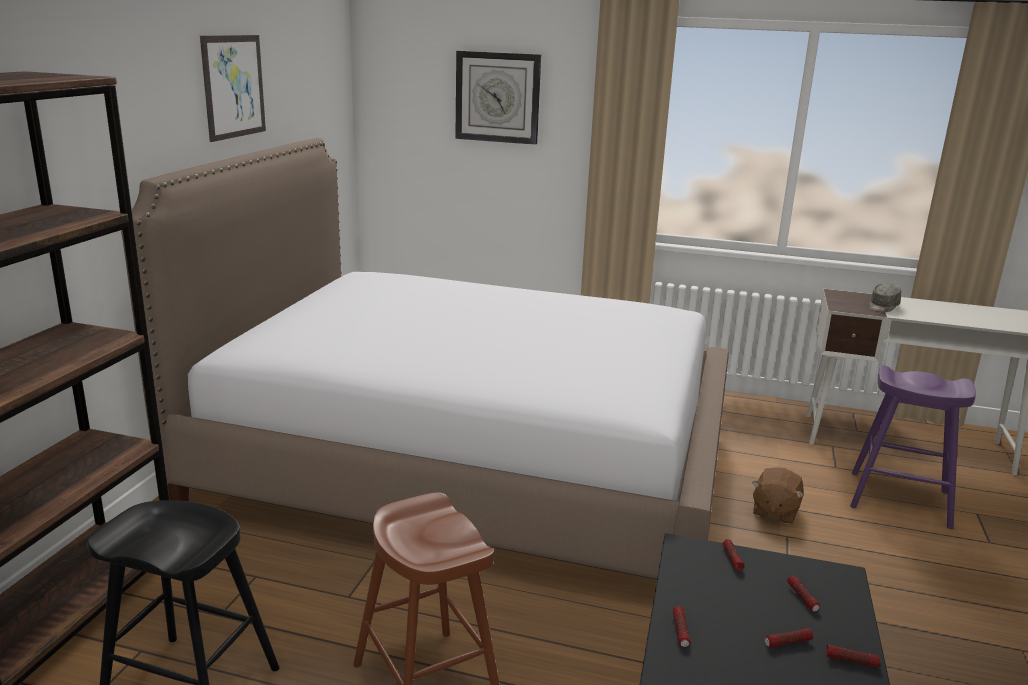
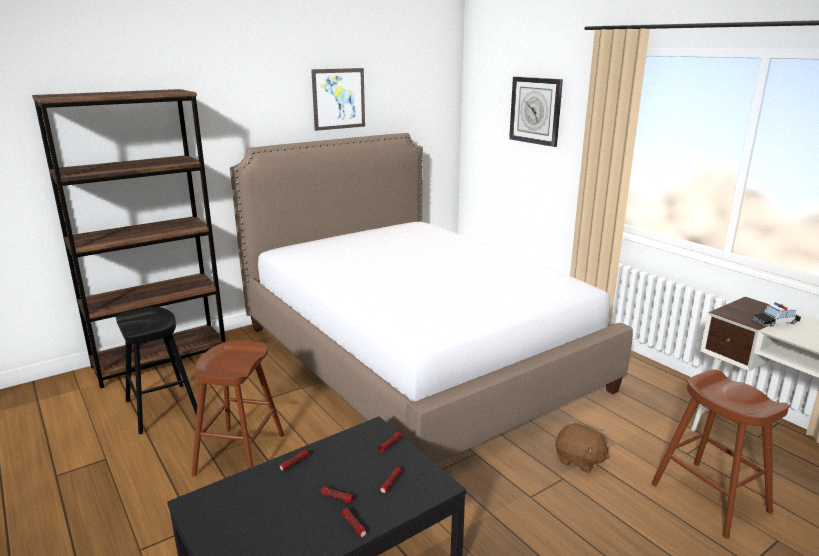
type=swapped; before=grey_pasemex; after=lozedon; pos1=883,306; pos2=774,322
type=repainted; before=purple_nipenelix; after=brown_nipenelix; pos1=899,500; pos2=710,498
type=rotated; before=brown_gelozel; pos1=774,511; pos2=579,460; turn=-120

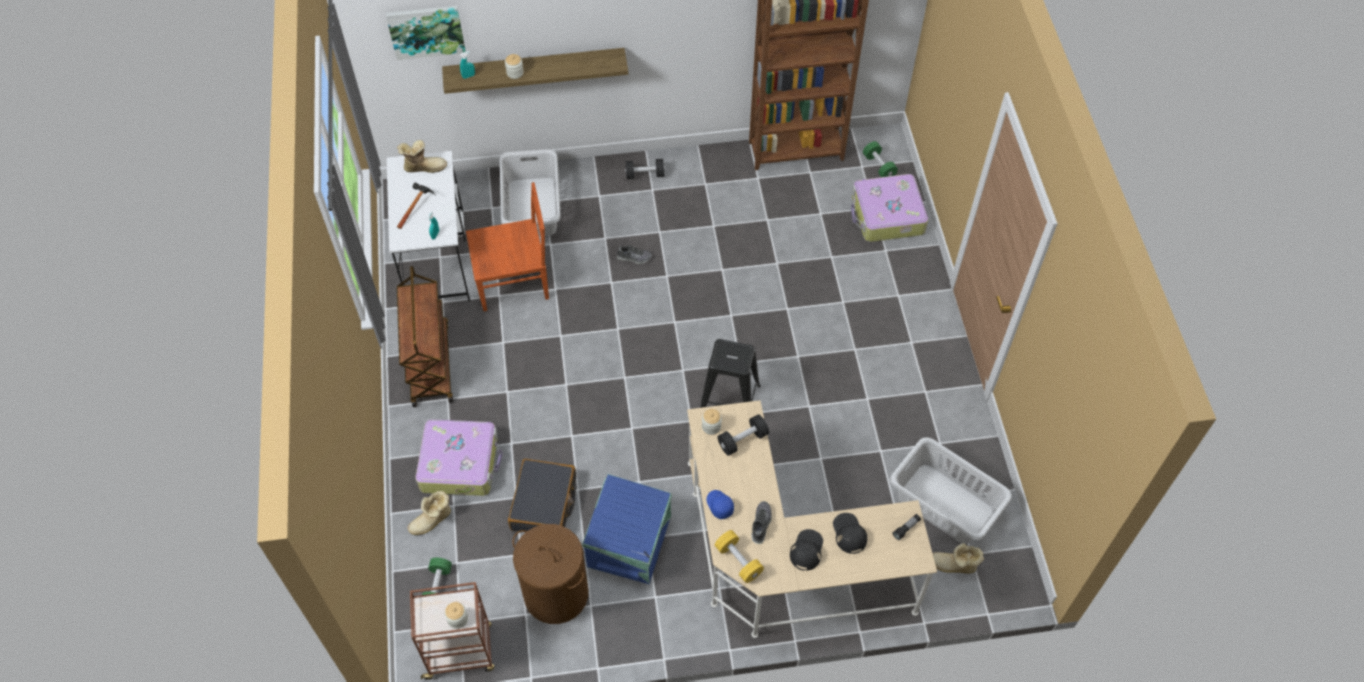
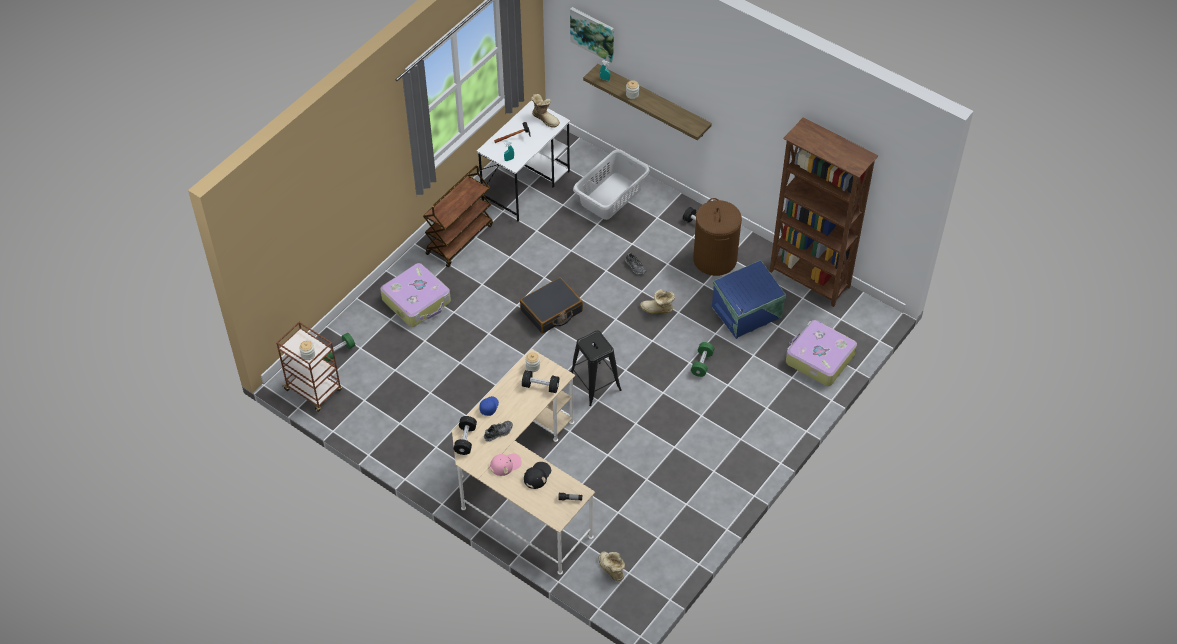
type=gone; before=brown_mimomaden; pos1=514,282
type=gone; before=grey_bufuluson; pos1=944,505
type=shifted; before=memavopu; pos1=432,521; pos2=657,310
type=shifted; before=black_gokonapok; pos1=544,503; pos2=551,311
type=shifted; before=brown_bufuluson; pos1=555,594; pos2=714,259
type=shifted; before=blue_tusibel; pos1=631,541; pos2=747,312
type=shifted; before=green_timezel; pos1=879,166; pos2=702,364
type=repainted; before=yellow_timezel; after=black_timezel; pos1=738,561; pos2=465,440
type=repainted; before=black_pasemex; after=pink_pasemex; pos1=806,550; pos2=505,464

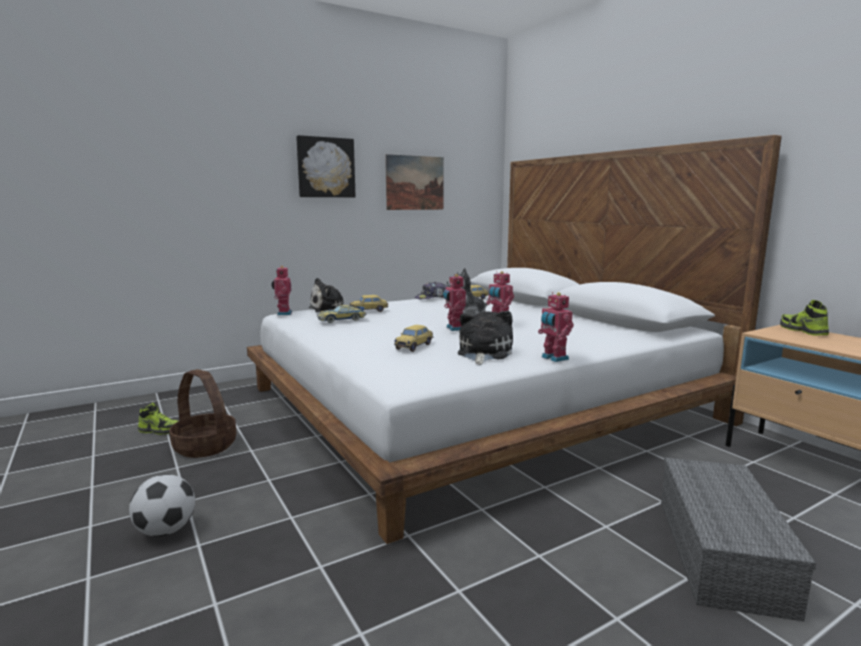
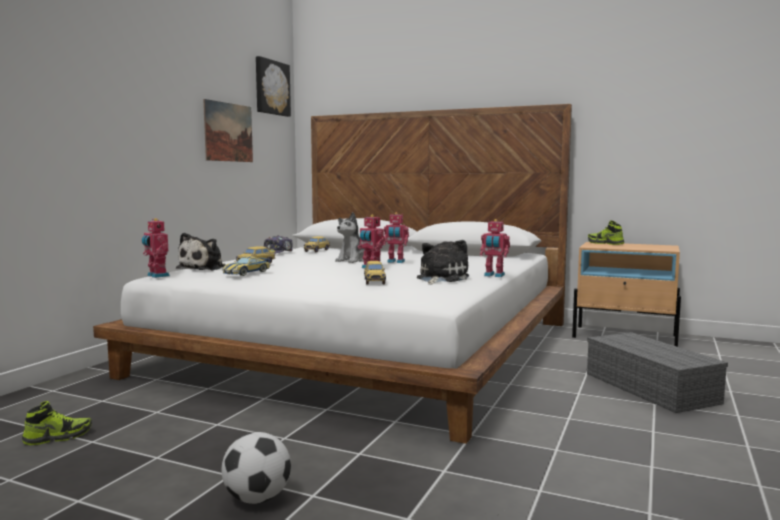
type=gone; before=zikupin; pos1=204,446
type=shifted; before=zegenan; pos1=325,167; pos2=271,87
type=rotated; before=gelozel; pos1=483,353; pos2=440,278; turn=45

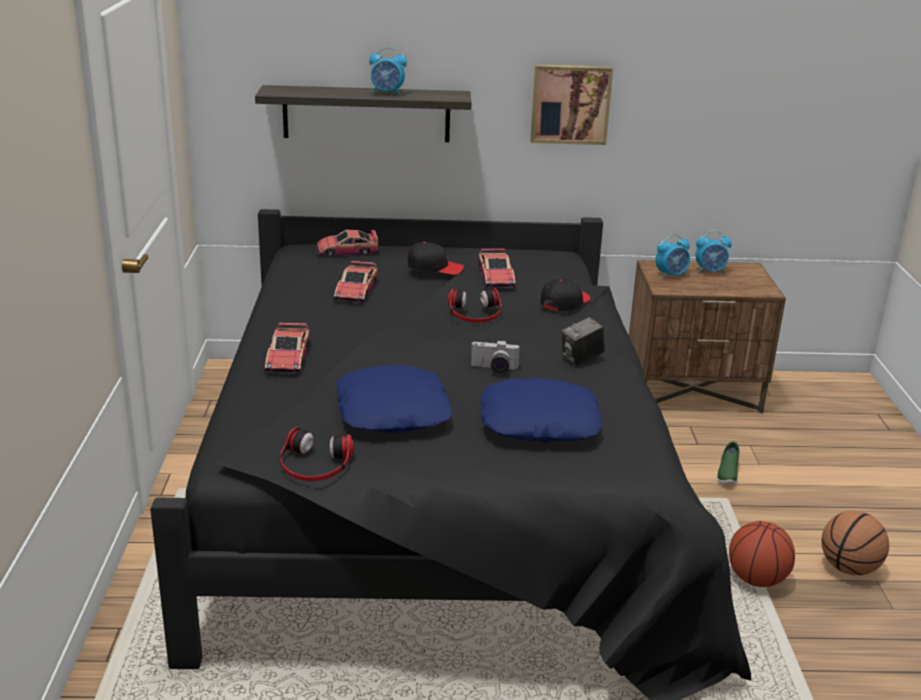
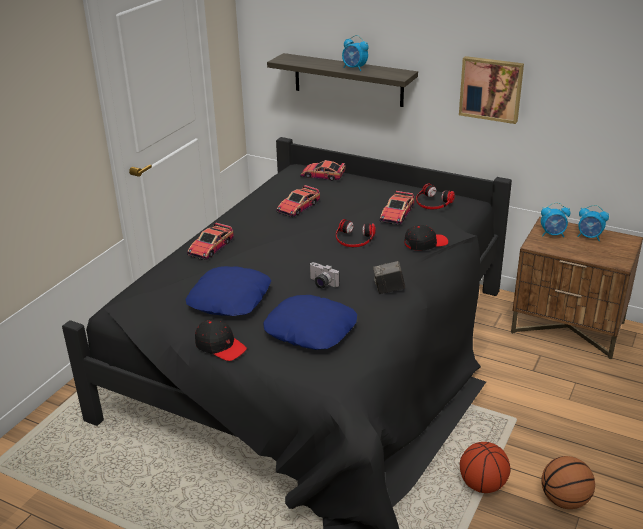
type=gone; before=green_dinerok; pos1=727,474
type=shifted; before=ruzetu; pos1=314,463; pos2=433,202
type=shifted; before=black_pasemex; pos1=434,267; pos2=220,346

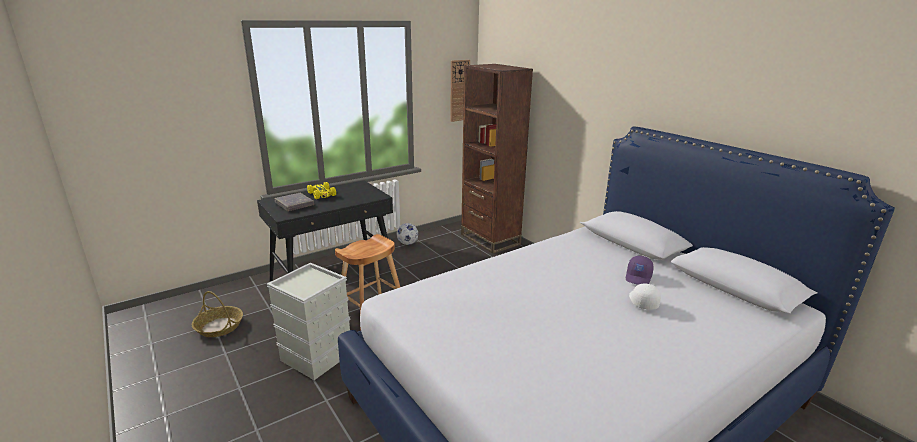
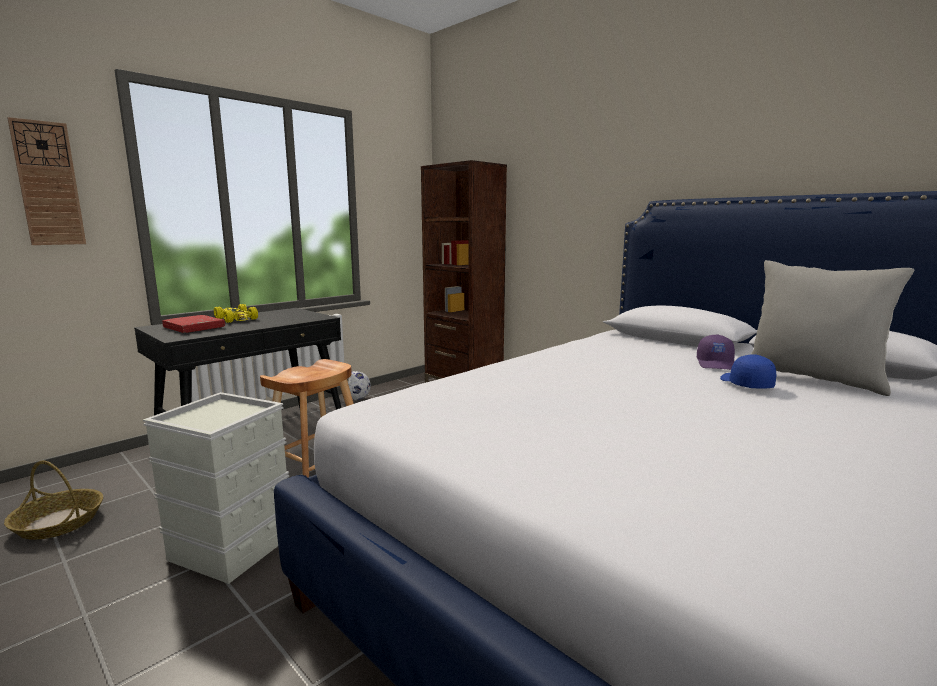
type=new; after=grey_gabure; pos2=813,379
type=shifted; before=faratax; pos1=459,90; pos2=48,184
type=repainted; before=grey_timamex; after=red_timamex; pos1=294,204; pos2=194,328
type=repainted; before=white_pasemex; after=blue_pasemex; pos1=642,301; pos2=745,384

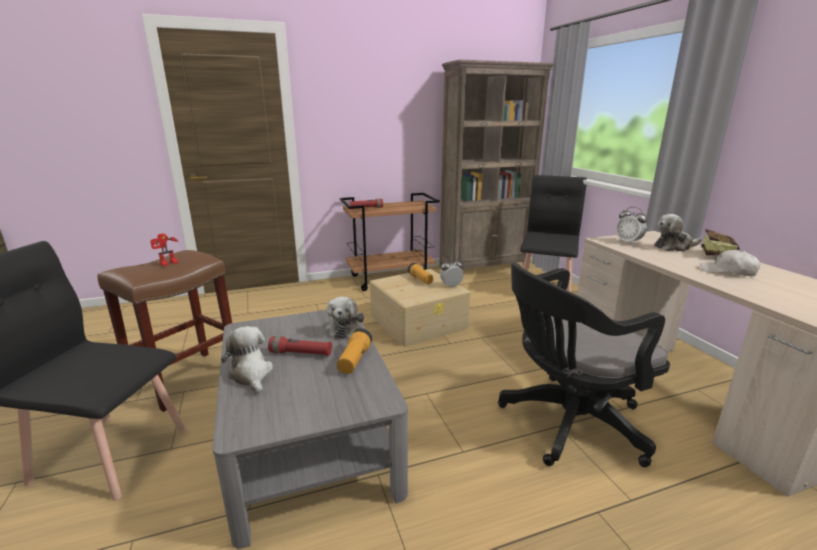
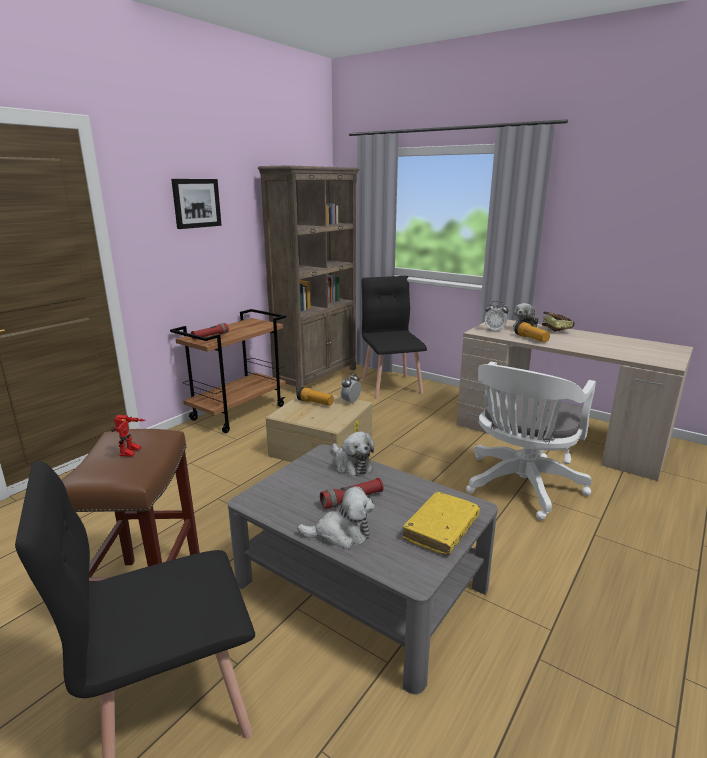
type=gone; before=white_pasemex; pos1=727,271
type=new; after=zegenan; pos2=196,203
type=new; after=yellow_timamex; pos2=441,529
type=shifted; before=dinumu; pos1=354,360; pos2=531,339
type=repainted; before=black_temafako; after=white_temafako; pos1=566,423; pos2=520,487
type=rotated; before=gelozel; pos1=251,375; pos2=341,534; turn=150

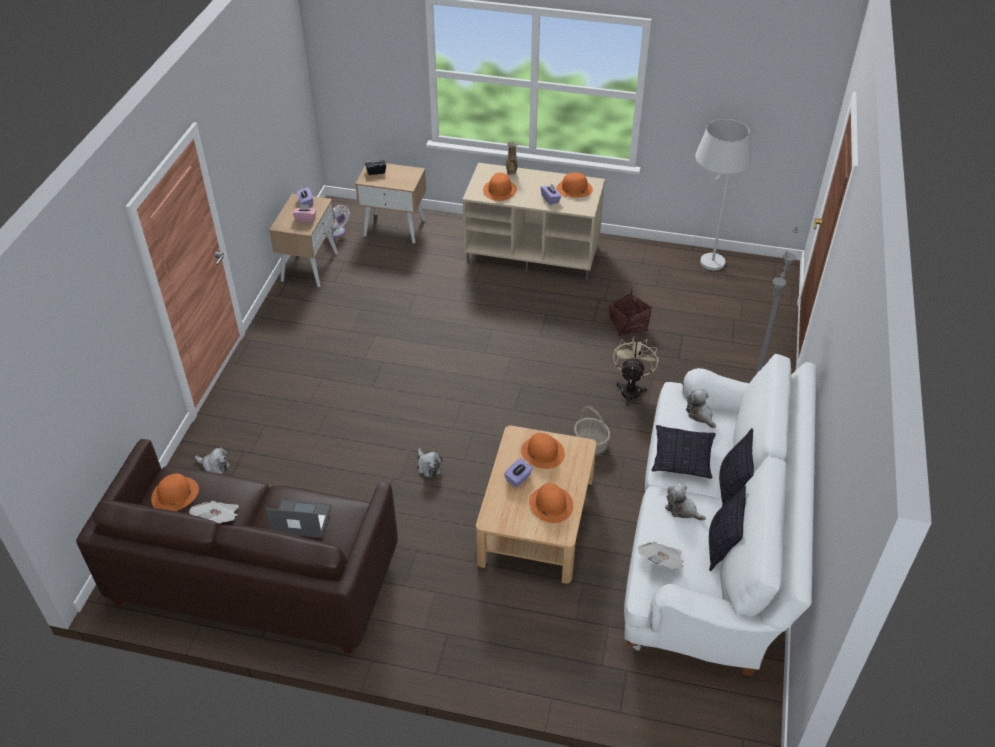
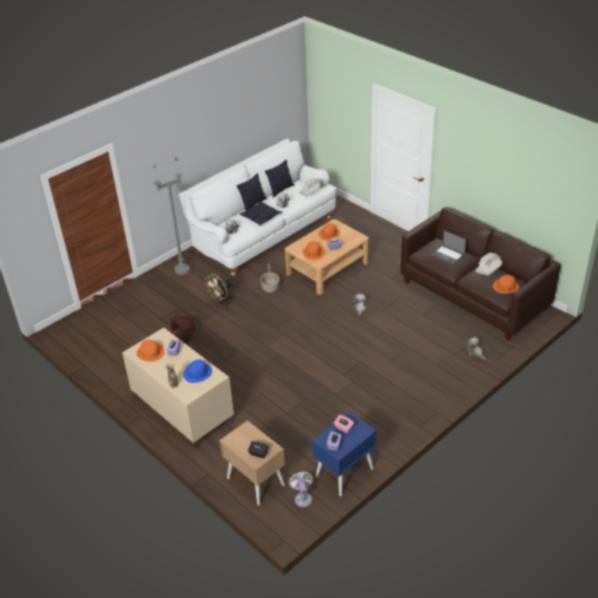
type=gone; before=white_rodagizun; pos1=703,268
type=repainted; before=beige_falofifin; after=blue_falofifin; pos1=309,266; pos2=344,472
type=repainted; before=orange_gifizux; after=blue_gifizux; pos1=499,190; pos2=197,373

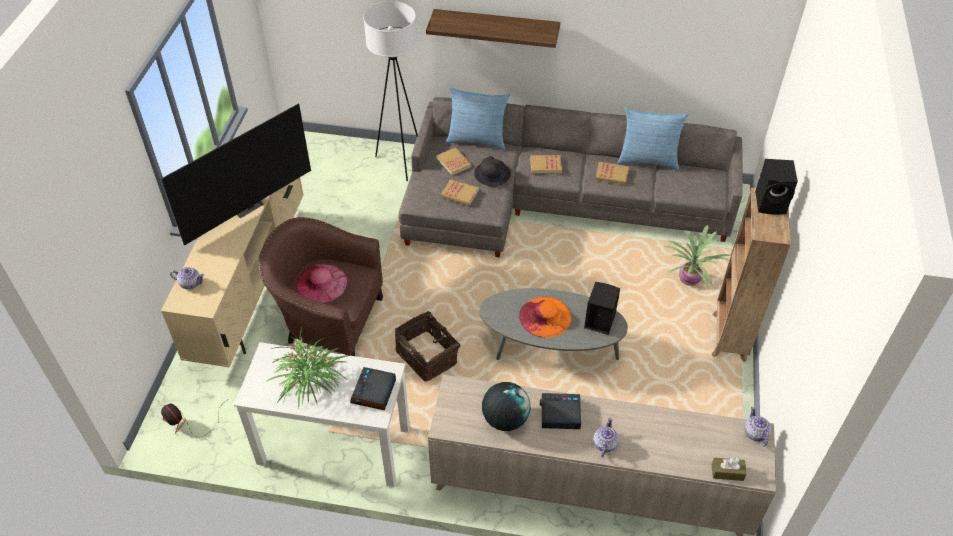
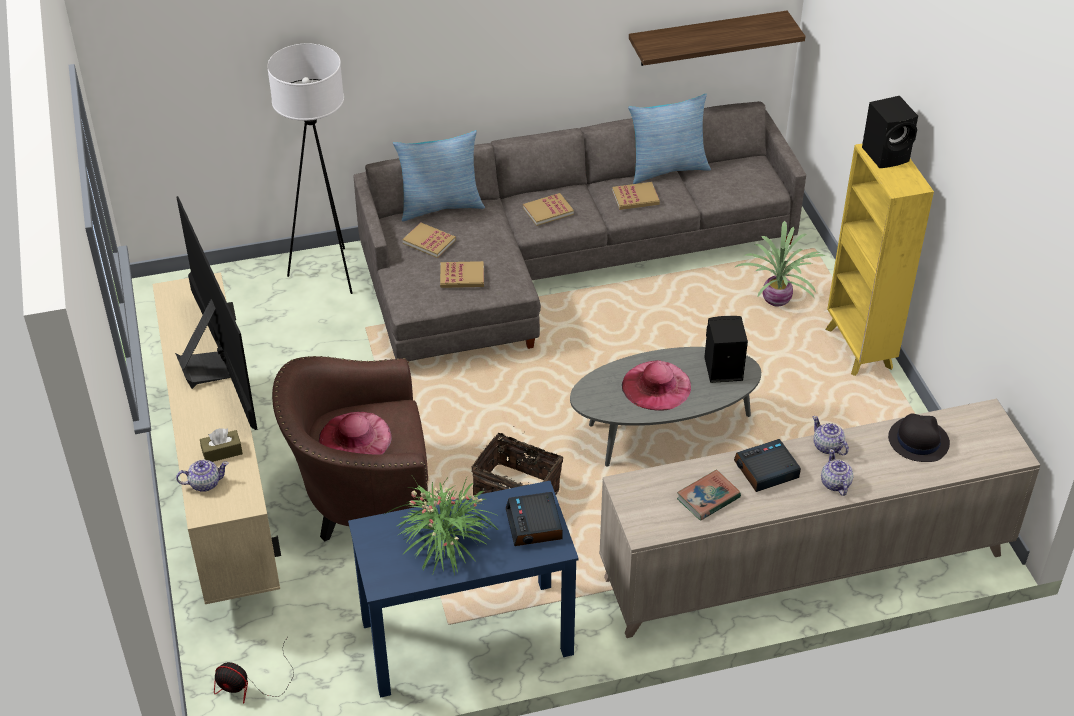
type=shifted; before=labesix; pos1=496,28; pos2=707,38
type=shifted; before=black_gifizux; pos1=492,173; pos2=918,440
type=shifted; before=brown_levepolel; pos1=727,472; pos2=222,452
type=shifted; before=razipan; pos1=755,433; pos2=827,447
type=swapped; before=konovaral; after=timamex; pos1=505,419; pos2=708,498
type=repainted; before=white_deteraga; after=blue_deteraga; pos1=333,445; pos2=466,637
type=repainted; before=orange_gifizux; after=pink_gifizux; pos1=545,317; pos2=656,385
type=repainted; before=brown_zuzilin; after=yellow_zuzilin; pos1=728,338; pos2=859,349
type=rotated; before=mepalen; pos1=246,206; pos2=213,367; turn=-45

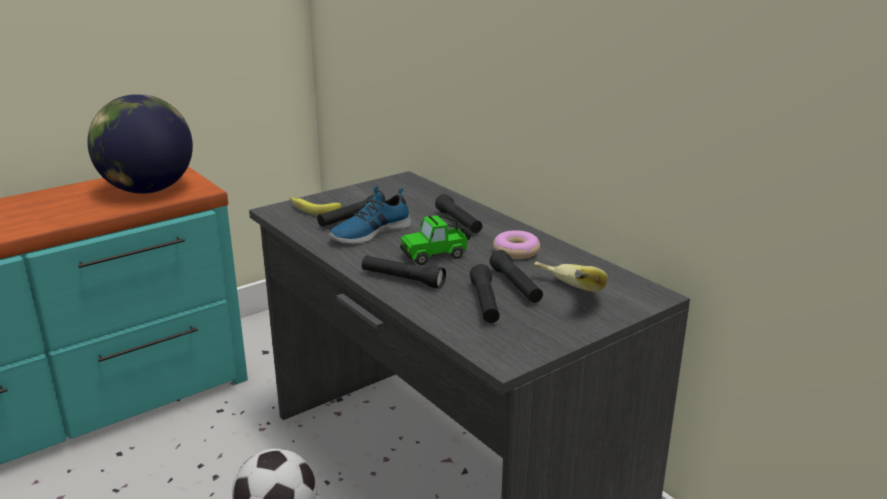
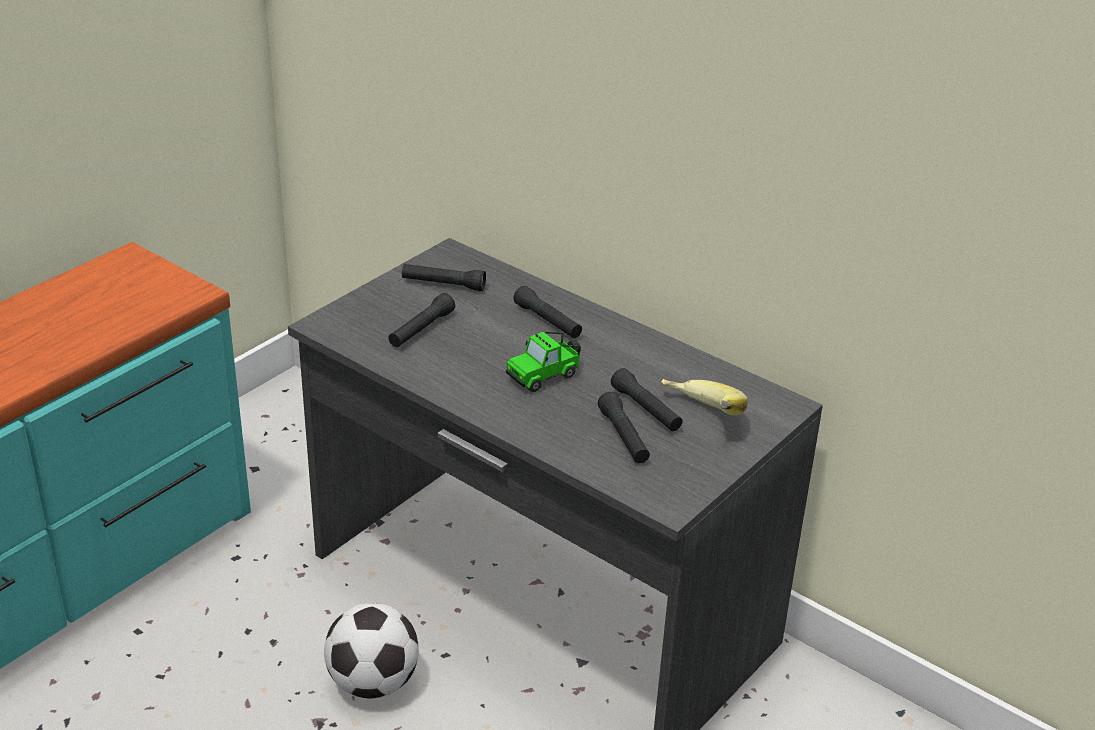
type=gone; before=konovaral; pos1=148,190
type=gone; before=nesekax; pos1=312,209
type=gone; before=dinerok; pos1=369,232
type=gone; before=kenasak; pos1=516,251
type=shifted; before=black_dinumu; pos1=402,279; pos2=443,284

